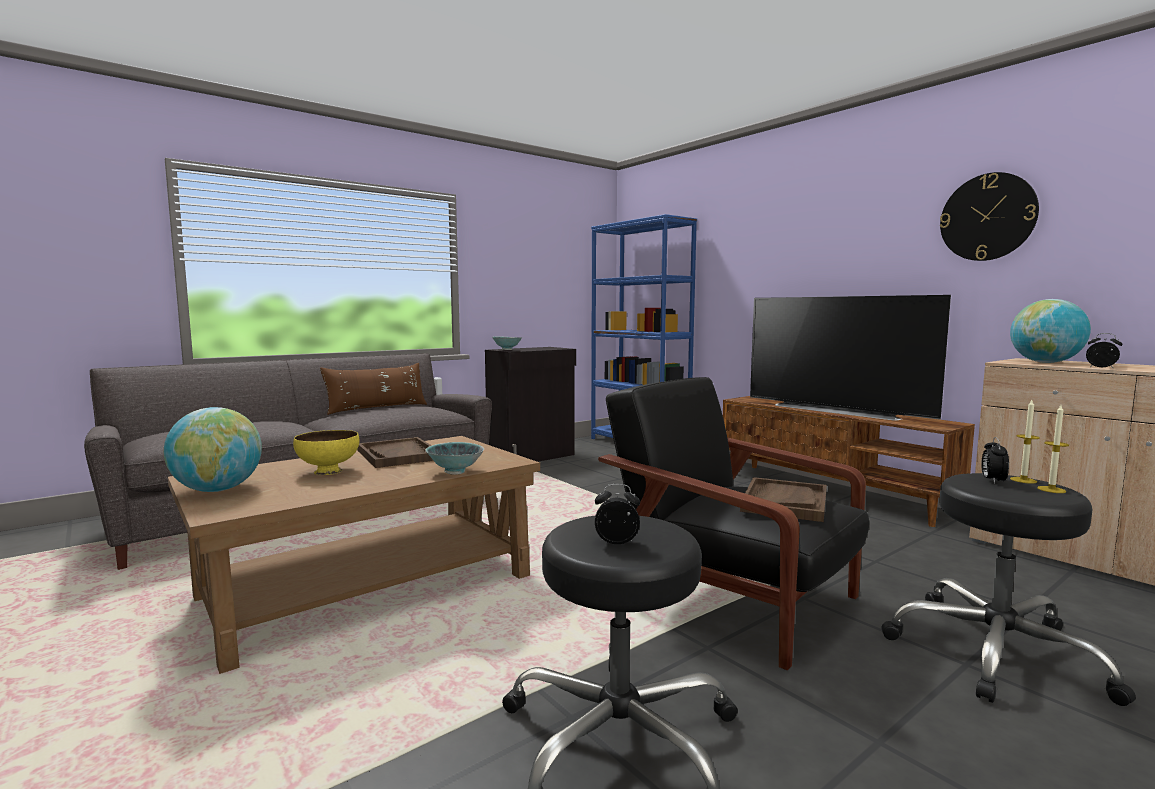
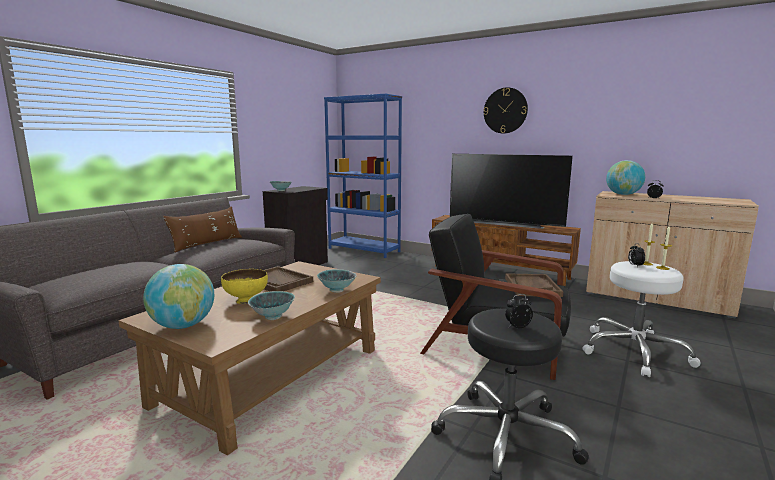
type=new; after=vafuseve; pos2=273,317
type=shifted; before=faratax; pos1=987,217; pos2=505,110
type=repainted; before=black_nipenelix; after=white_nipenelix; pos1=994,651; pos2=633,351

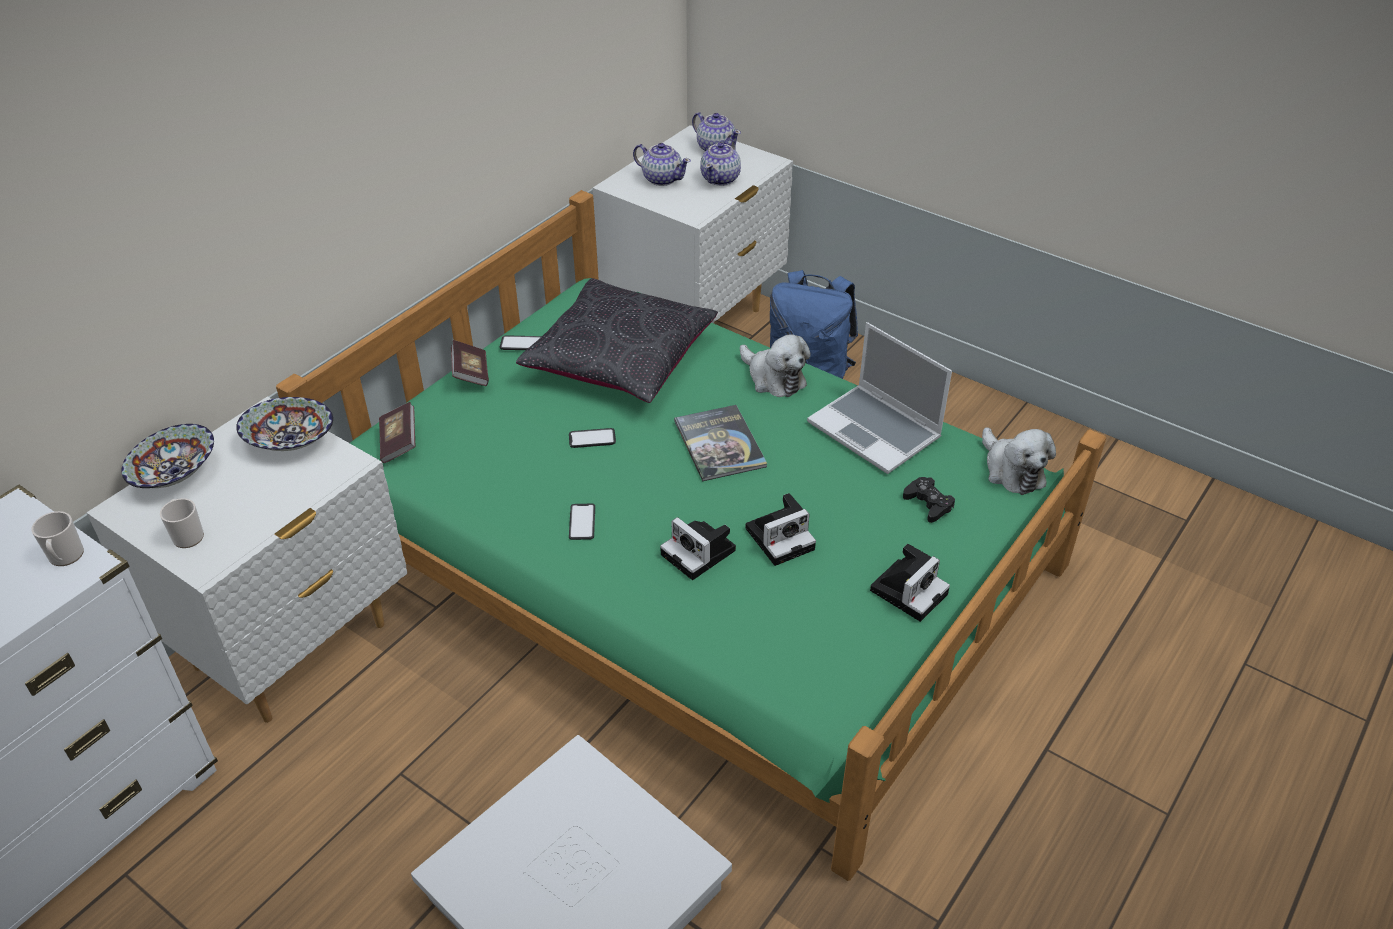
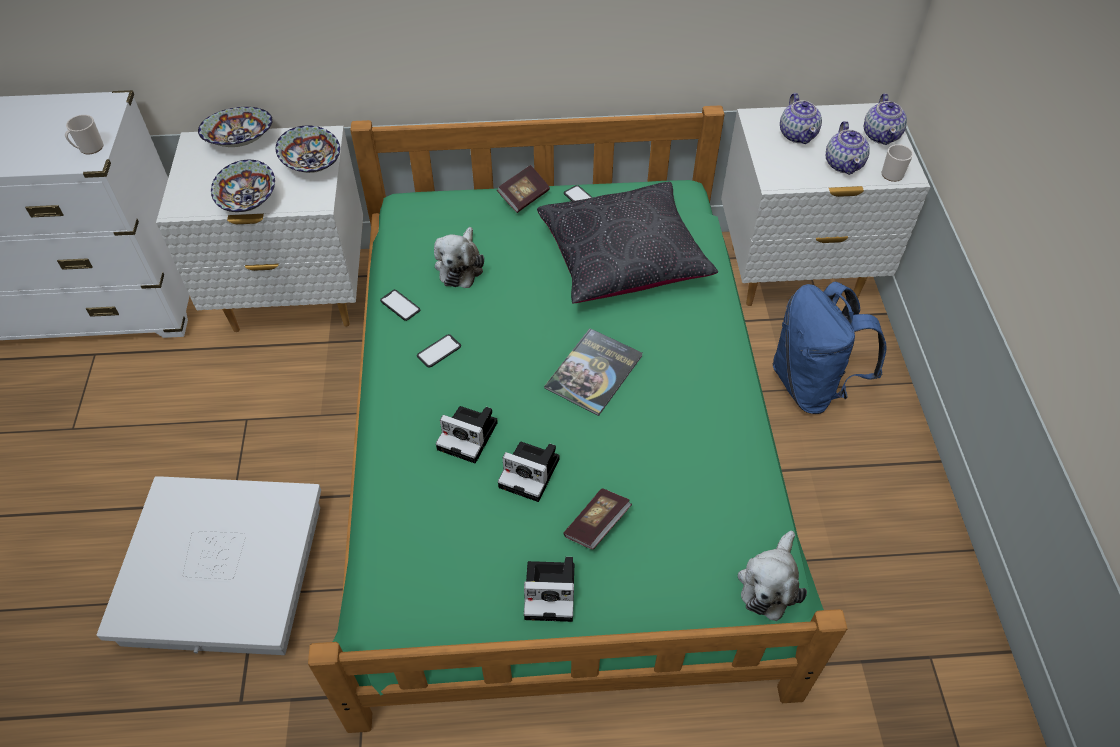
type=gone; before=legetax; pos1=876,431
type=gone; before=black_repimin; pos1=928,504
type=new; after=vafuseve; pos2=249,201
type=shifted; before=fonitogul; pos1=187,535; pos2=892,172
type=shifted; before=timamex; pos1=399,442; pos2=596,525
type=shifted; before=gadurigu; pos1=592,439; pos2=400,305
type=shifted; before=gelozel; pos1=773,378; pos2=460,266
type=rotated; before=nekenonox; pos1=700,553; pos2=470,436; turn=-75
type=rotated; before=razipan; pos1=721,179; pos2=844,164; turn=-75

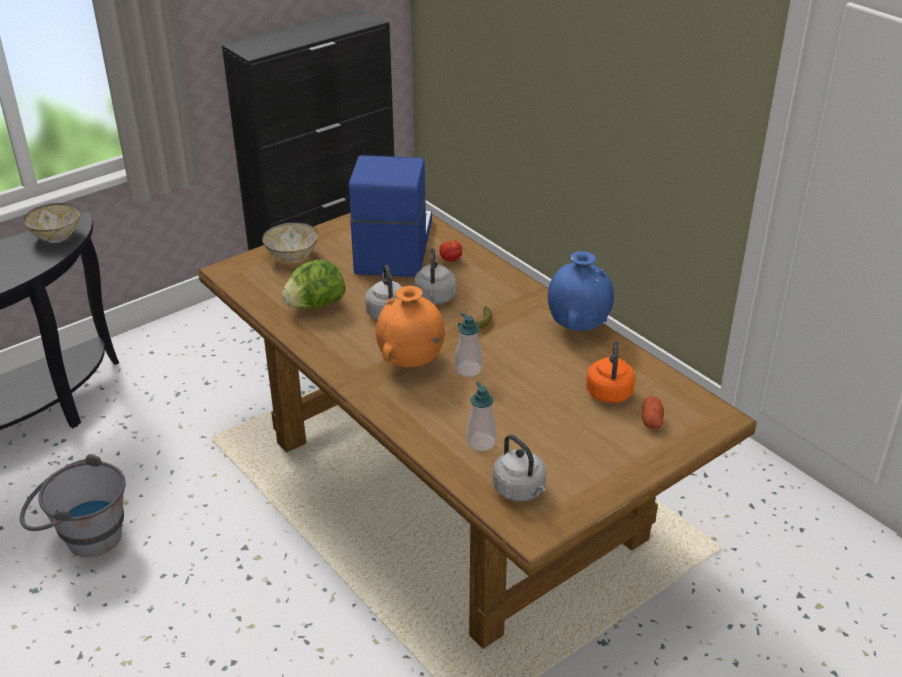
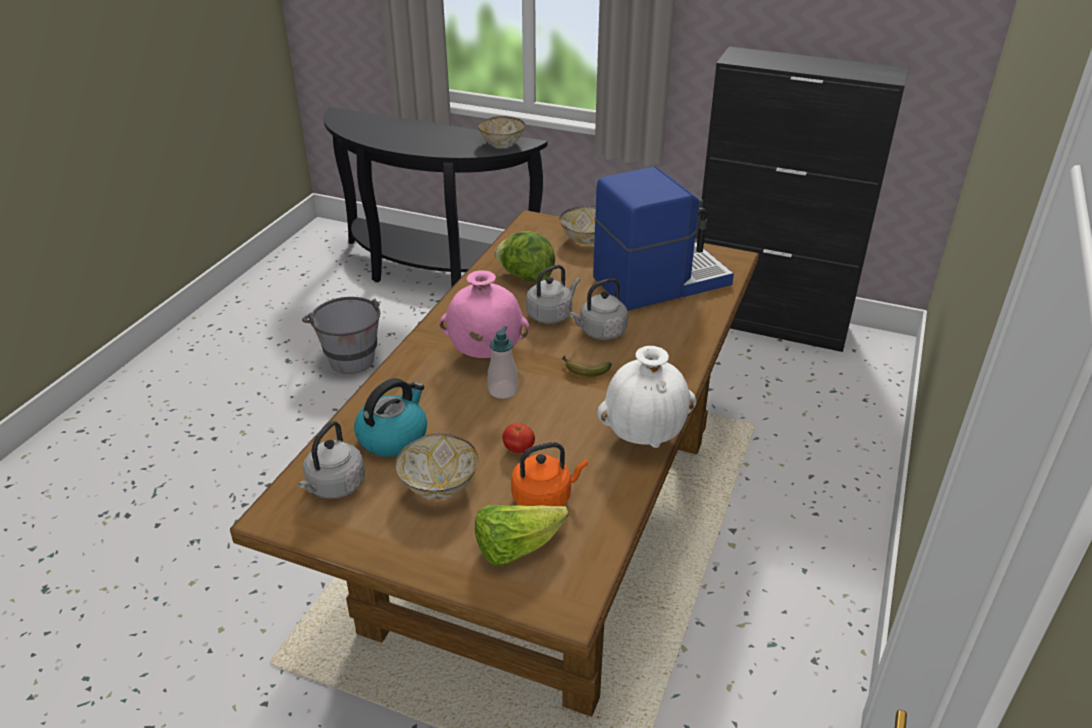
type=new; after=vafuseve; pos2=438,487
type=shifted; before=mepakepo; pos1=450,260; pos2=518,449
type=swapped; before=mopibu; after=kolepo; pos1=481,442; pos2=393,437
type=swapped; before=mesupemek; after=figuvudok; pos1=651,420; pos2=516,548
type=repainted; before=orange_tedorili; after=pink_tedorili; pos1=411,363; pos2=485,354
type=repainted; before=blue_tedorili; after=white_tedorili; pos1=578,326; pos2=645,437

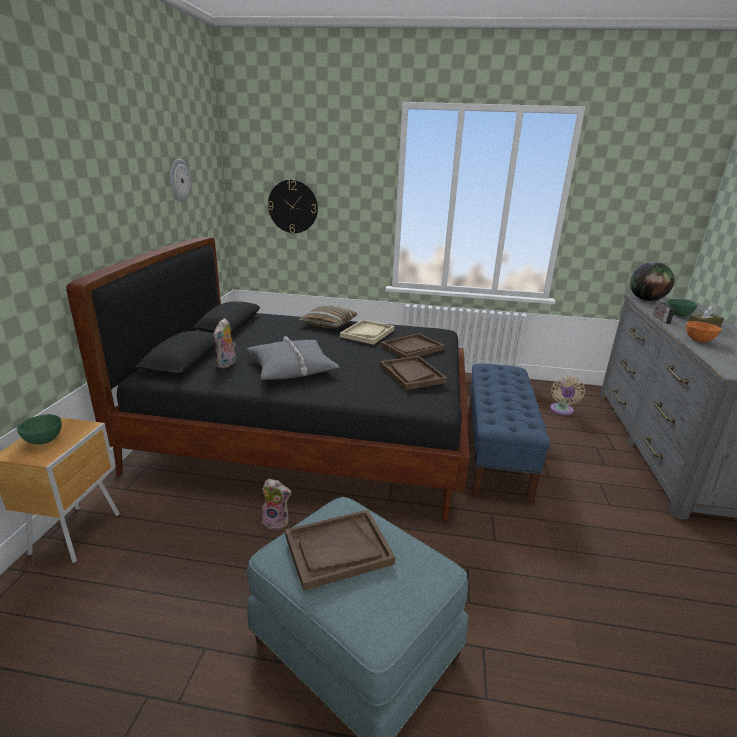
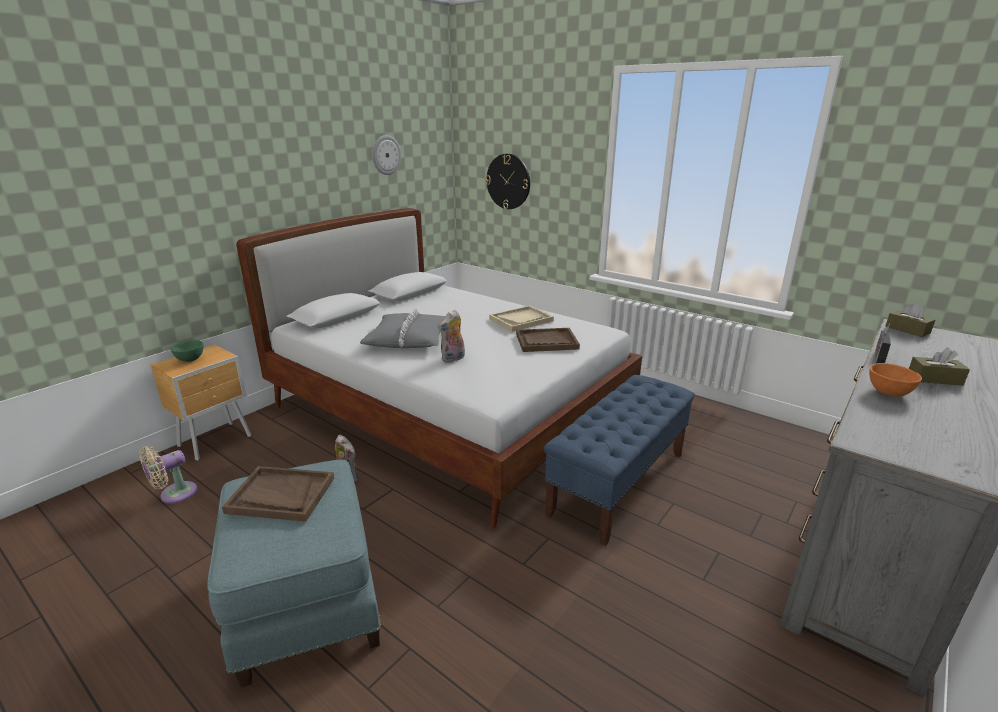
type=gone; before=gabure; pos1=329,324
type=gone; before=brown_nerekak; pos1=411,374
type=gone; before=green_vafuseve; pos1=679,315
type=shifted; before=gelozel; pos1=226,364; pos2=453,359
type=shifted; before=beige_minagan; pos1=561,411; pos2=174,494
type=swapped; before=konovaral; after=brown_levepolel; pos1=646,300; pos2=907,330
type=repainted; before=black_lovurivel; after=white_lovurivel; pos1=310,432; pos2=450,411

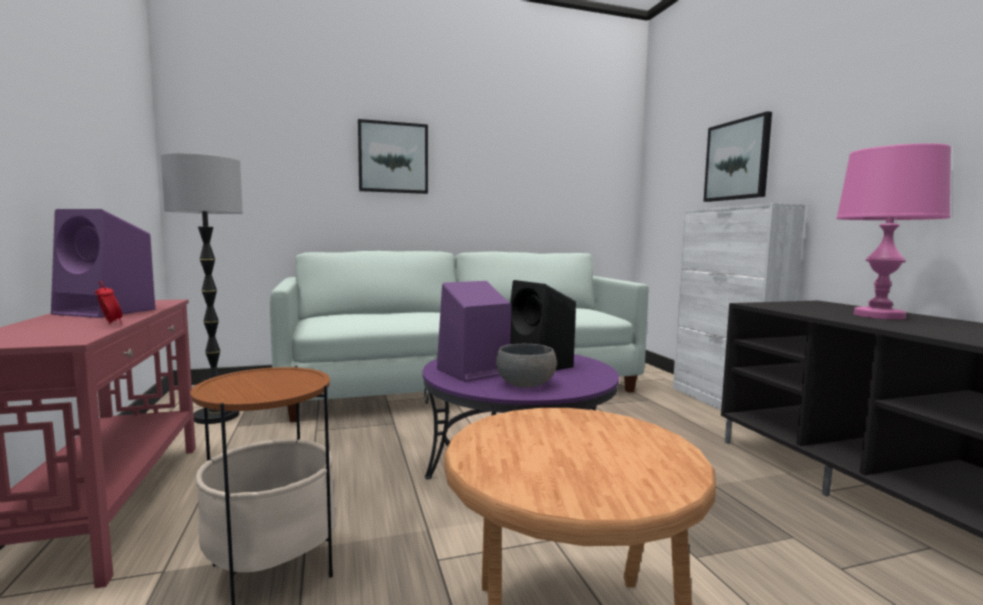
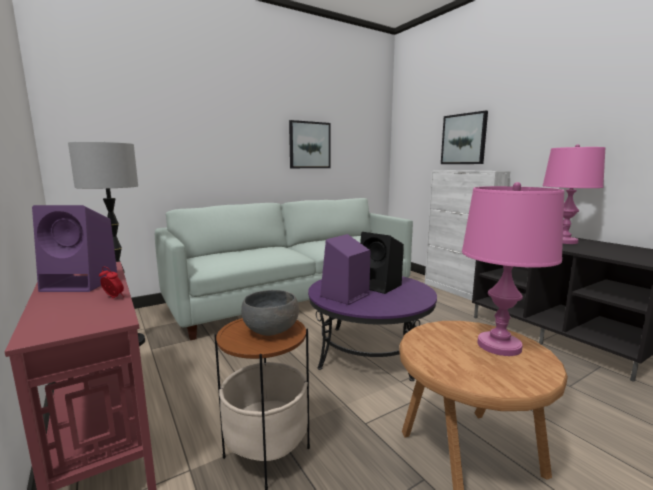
type=new; after=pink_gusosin; pos2=499,346
type=shifted; before=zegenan; pos1=393,158; pos2=309,145
type=shifted; before=grey_vafuseve; pos1=526,384; pos2=271,330

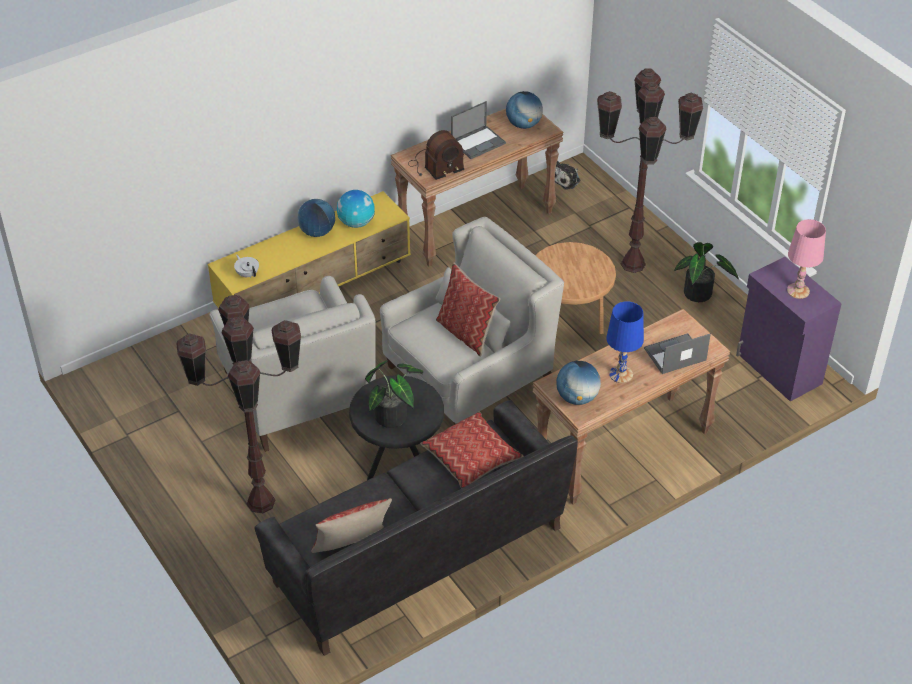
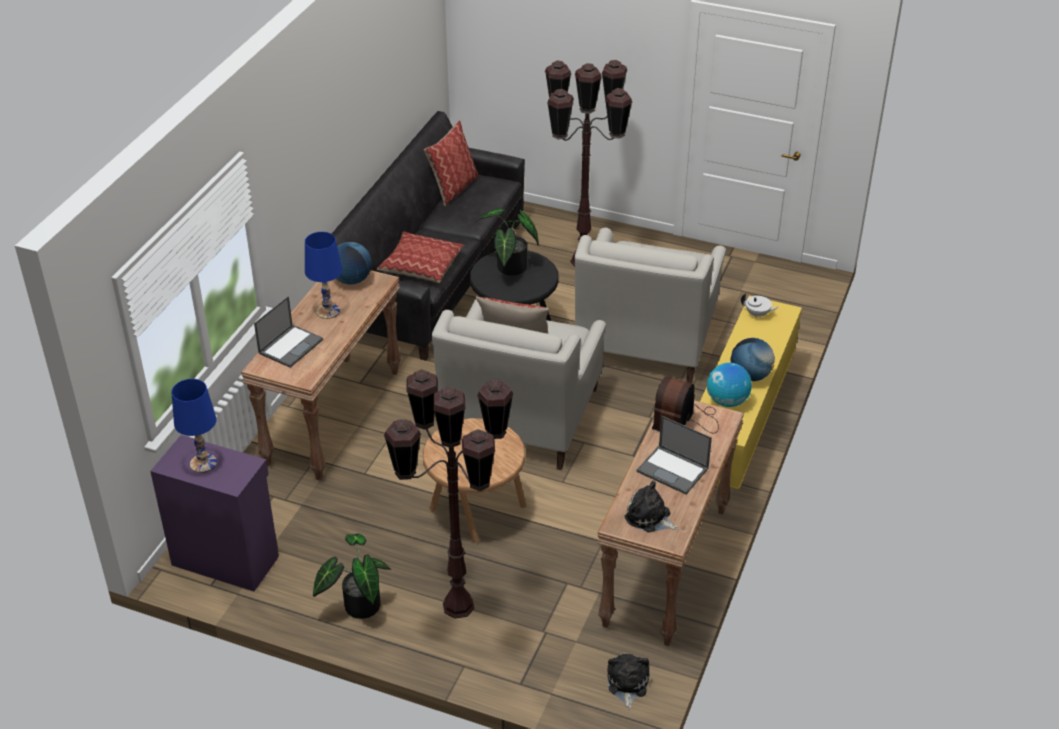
type=swapped; before=konovaral; after=gelozel; pos1=523,124; pos2=649,518
type=repainted; before=pink_gusosin; after=blue_gusosin; pos1=798,290; pos2=203,463
type=rotated; before=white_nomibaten; pos1=298,391; pos2=646,337; turn=-105
type=rotated; before=legetax; pos1=478,142; pos2=673,470; turn=-75

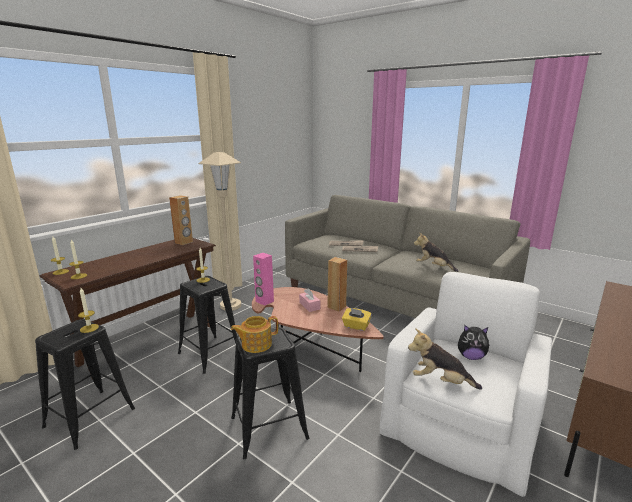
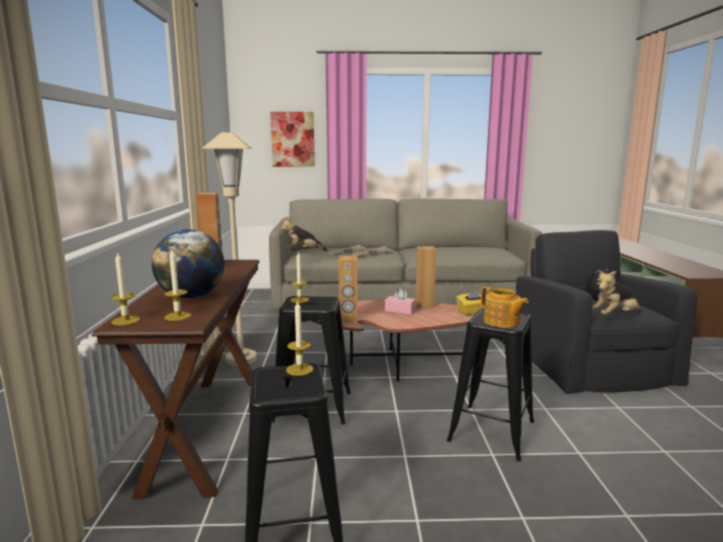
type=new; after=konovaral; pos2=191,296
type=new; after=zegenan; pos2=293,139
type=shifted; before=gelozel; pos1=433,267; pos2=303,251
type=repainted; before=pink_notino; after=brown_notino; pos1=264,301; pos2=348,319
type=repainted; before=white_nomibaten; after=black_nomibaten; pos1=462,418; pos2=589,362
type=rotated; before=razipan; pos1=255,344; pos2=501,322; turn=-60

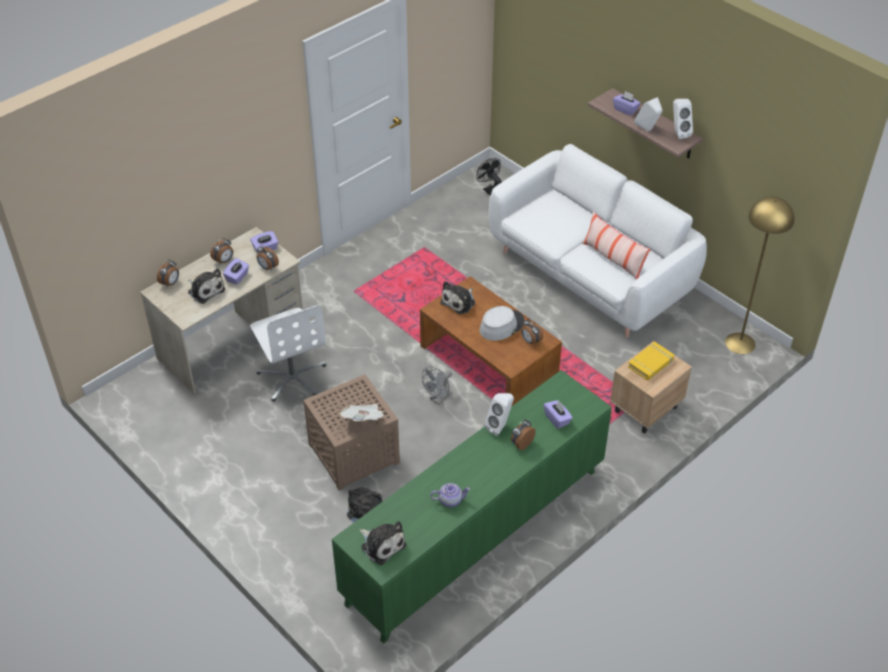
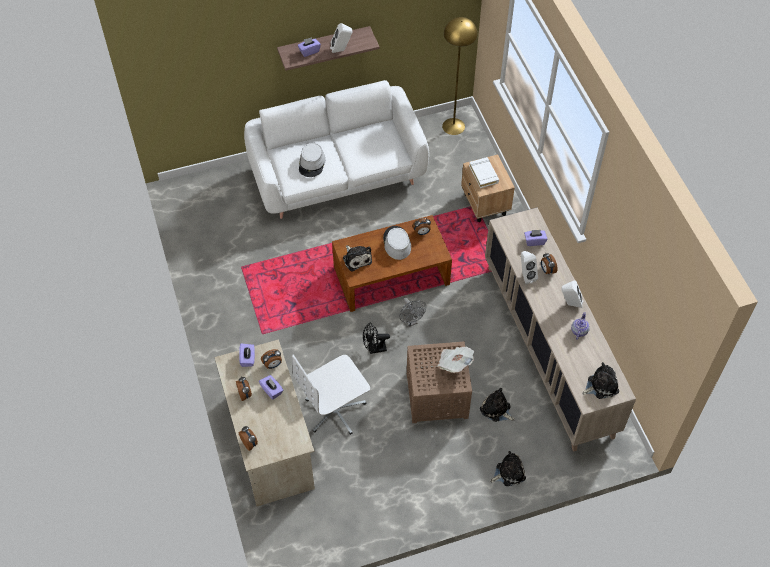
type=gone; before=gabure; pos1=613,259
type=new; after=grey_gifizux; pos2=312,163
type=shifted; before=gelozel; pos1=205,290; pos2=508,472
type=shifted; before=black_minagan; pos1=489,190; pos2=374,349
type=shifted; before=white_notino; pos1=678,133; pos2=570,304
type=repainted; before=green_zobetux; after=beige_zobetux; pos1=476,536; pos2=548,348
type=repainted; before=yellow_timamex; after=white_timamex; pos1=651,363; pos2=484,174
type=rotated; before=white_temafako; pos1=293,377; pos2=335,410; turn=150

